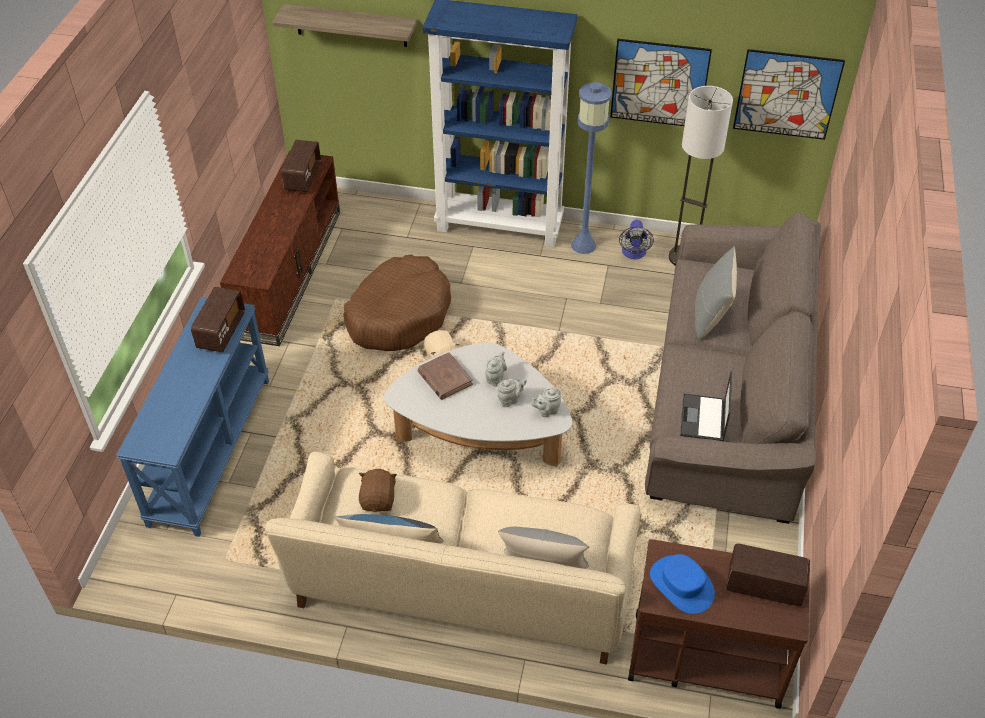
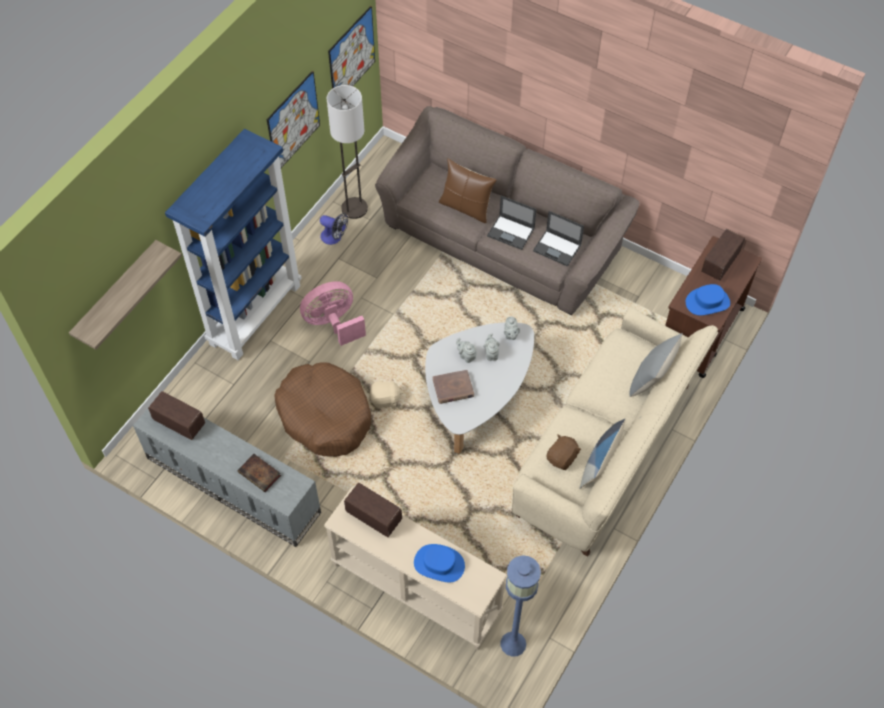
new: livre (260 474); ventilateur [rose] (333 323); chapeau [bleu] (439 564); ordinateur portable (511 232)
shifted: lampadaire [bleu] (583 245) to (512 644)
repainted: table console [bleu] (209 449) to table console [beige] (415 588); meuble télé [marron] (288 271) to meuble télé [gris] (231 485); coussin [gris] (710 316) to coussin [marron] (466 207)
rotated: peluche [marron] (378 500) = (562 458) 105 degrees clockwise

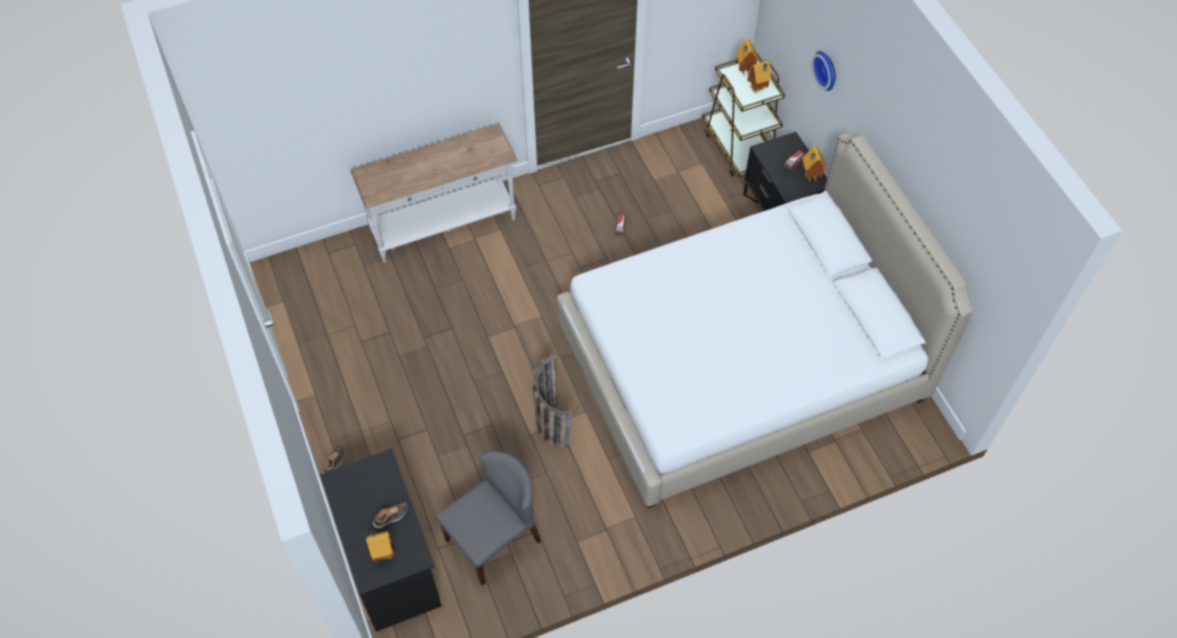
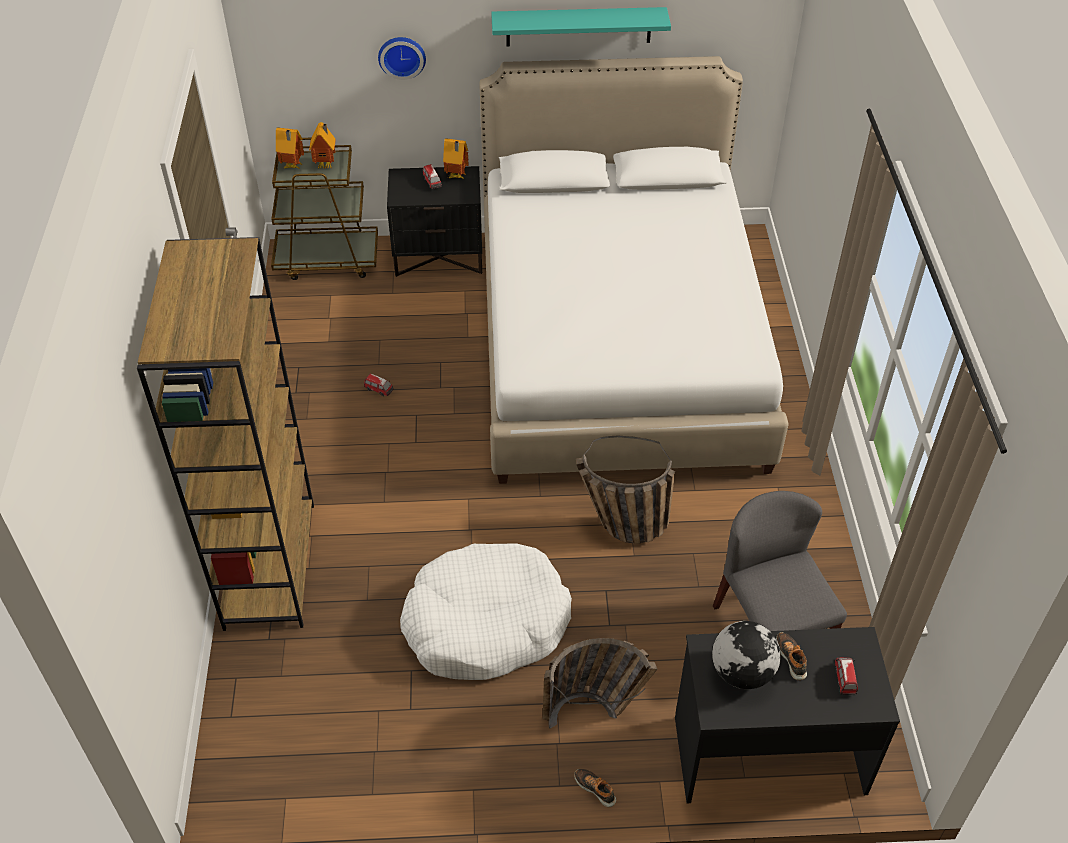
new: panier pour chien [blanc] (485 623); étagère [turquoise] (578 26); panier (595 711); globe (742 671)
swapped: table console [blanc] (444 226) to bibliothèque [marron] (269 564); maison miniature (383 553) to petite voiture (844 679)

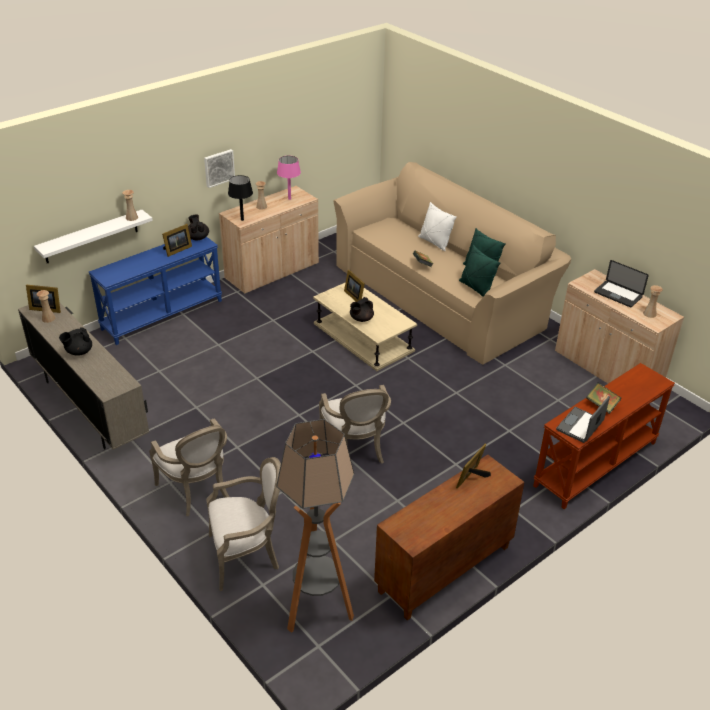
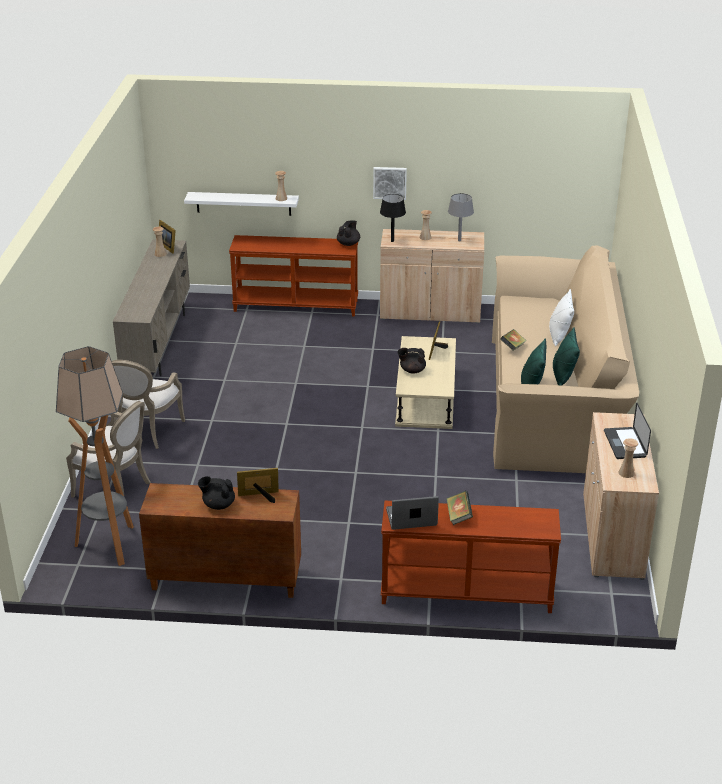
gone: cadre photo (176 250); fauteuil (356 450)
shifted: théière [noir] (78 352) to (218 505)
repainted: table console [bleu] (162 314) to table console [marron] (296 305); lampe de table [rose] (289 199) to lampe de table [gris] (459 240)

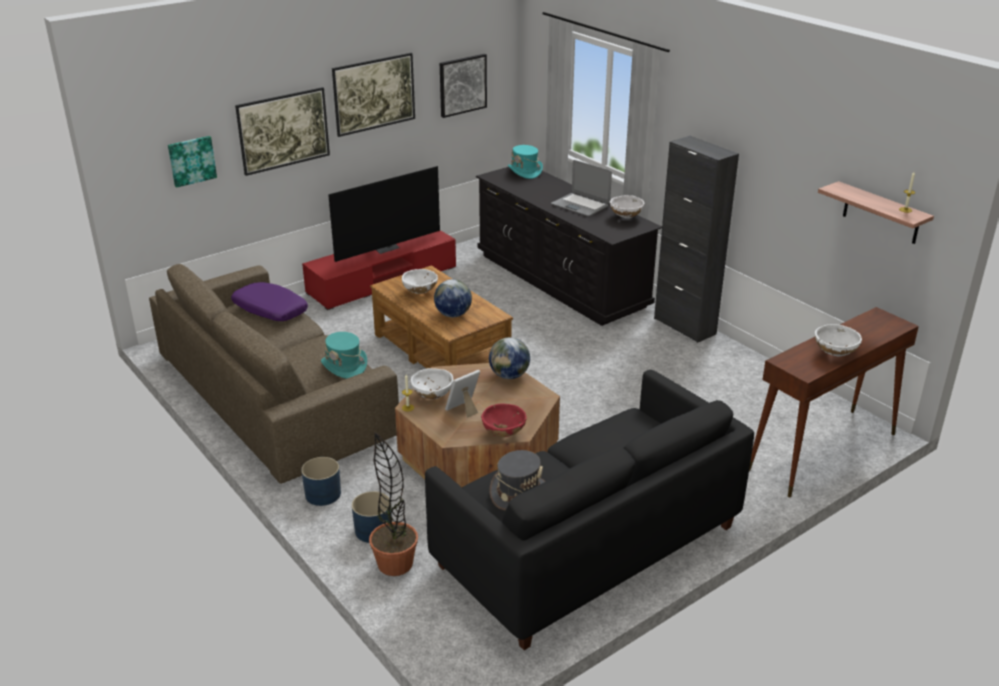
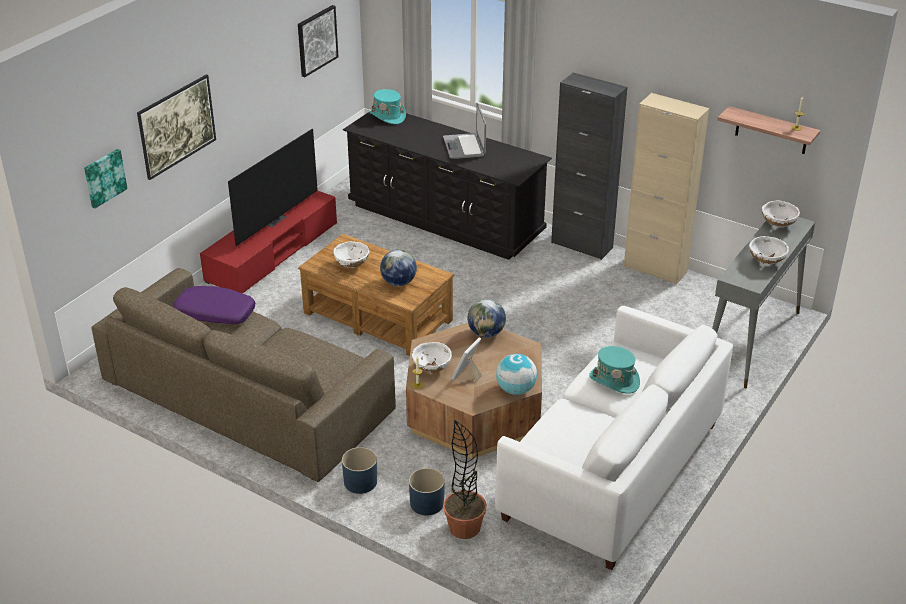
gone: tableau (375 110); chapeau [gris] (518 492)
new: meuble de rangement [beige] (655 269)
shifted: chapeau [turquoise] (344 366) to (614 380); bol [blanc] (626 217) to (778 225)
swapped: bol [rouge] (503 433) to globe (516 390)
repainted: canapé [noir] (588 546) to canapé [blanc] (612 470); table console [marron] (822 452) to table console [gris] (751 342)
rotated: ordinateur portable (580 205) = (464 147) 60 degrees clockwise

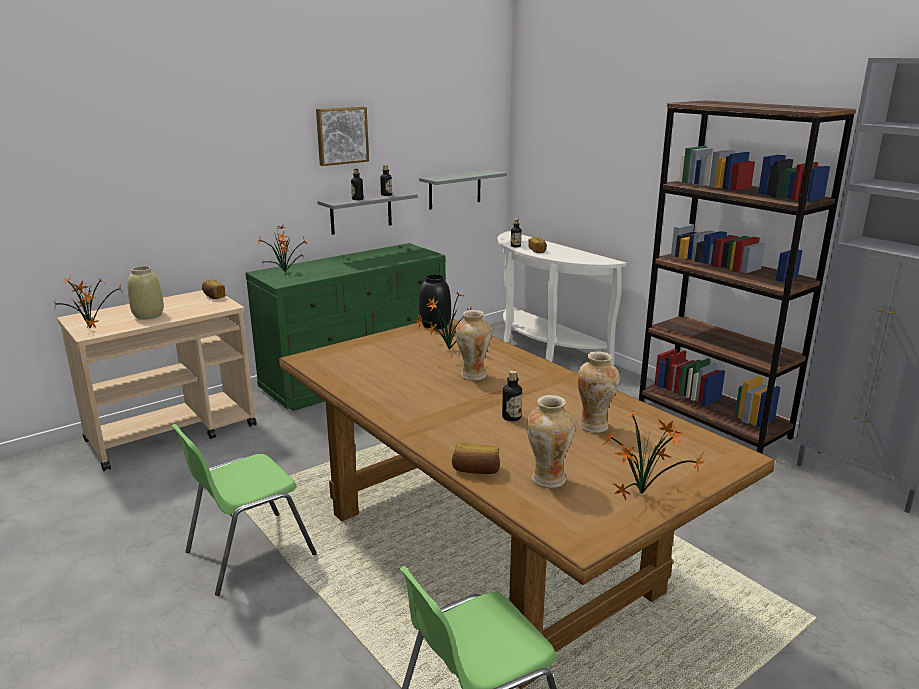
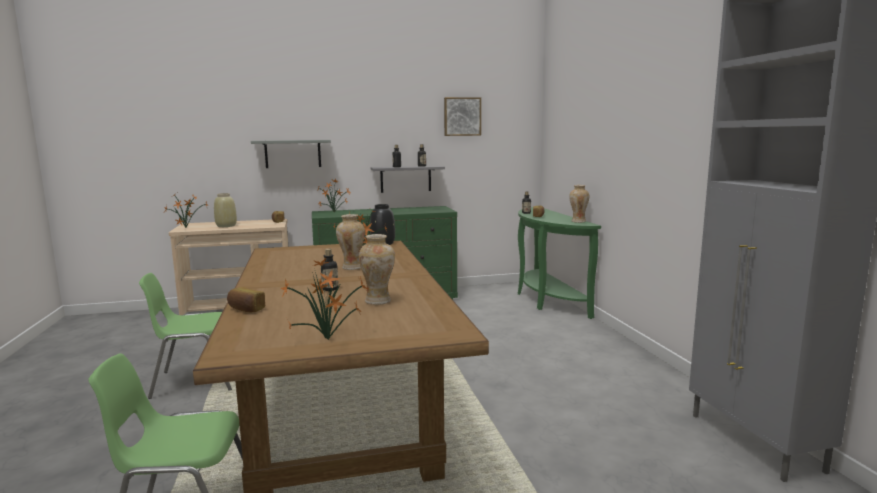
gone: bibliothèque [marron] (712 420)
shifted: tableau (341 135) to (462 116); étagère [gris] (455 189) to (293 153); vase (547 479) to (578 221)
repainted: table console [blanc] (542 347) to table console [vert] (546 299)

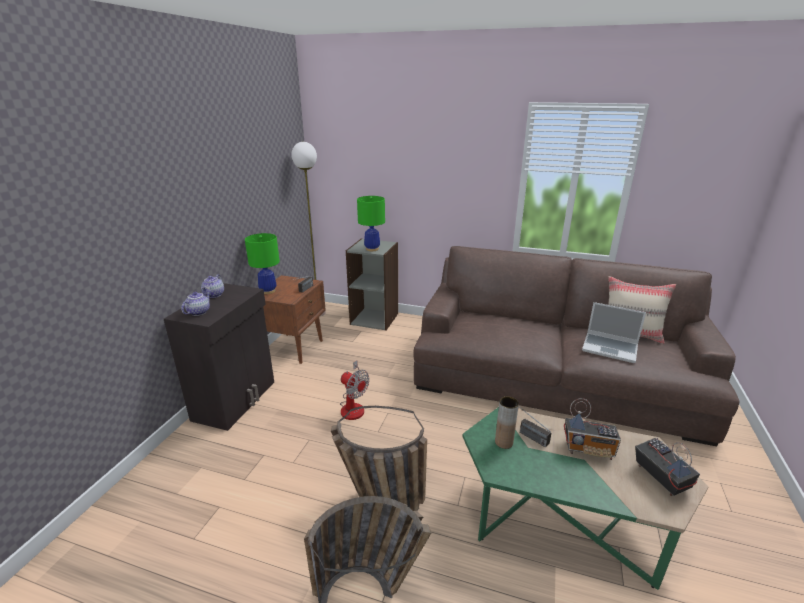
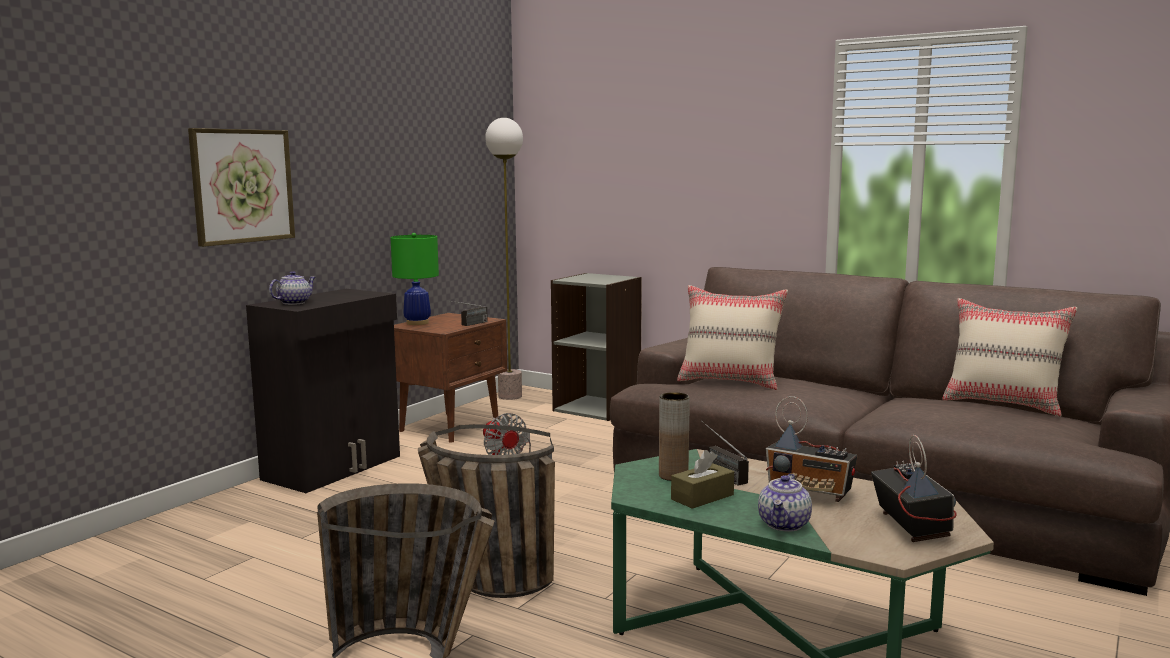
gone: lampe de table [vert] (372 249); ordinateur portable (610 348)
new: tableau (242 186); boîte à mouchoirs [marron] (702 497); coussin [beige] (730 382)
shifted: théière (214 295) to (784 525)

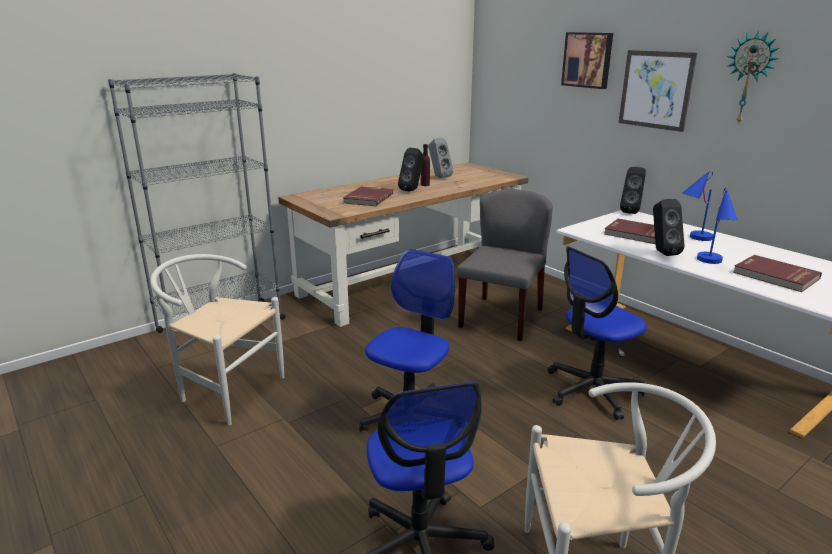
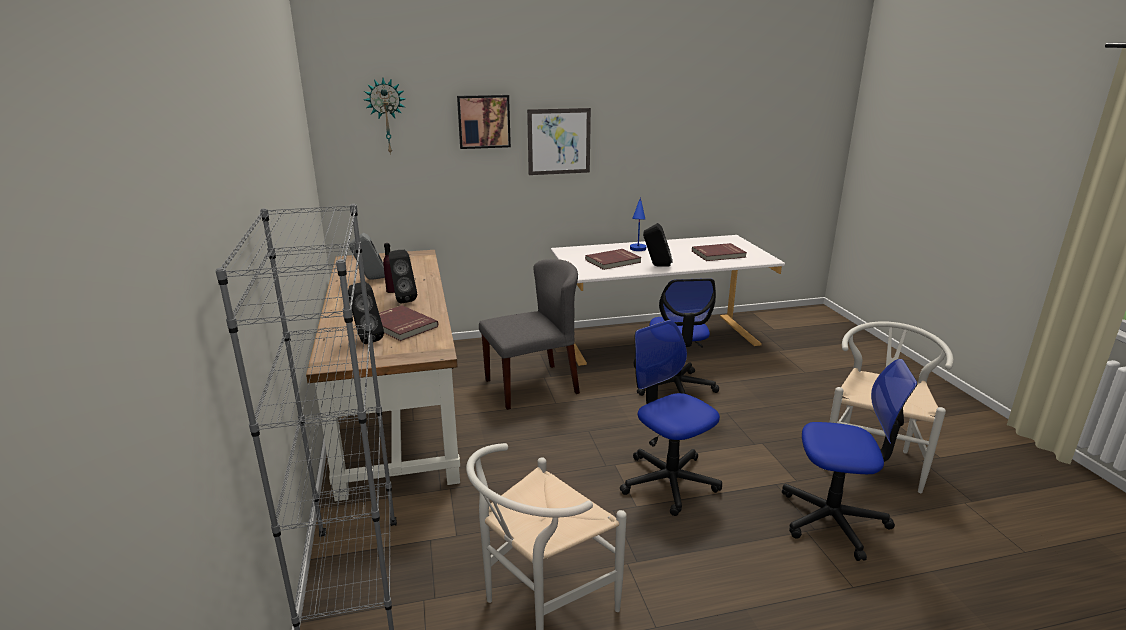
gone: lampe de table [bleu] (712 263)
shifted: enceinte [noir] (630 211) to (365 339); horloge murale (749 78) to (386 116)
rotated: chaise [gris] (501 317) = (532 386) 105 degrees clockwise

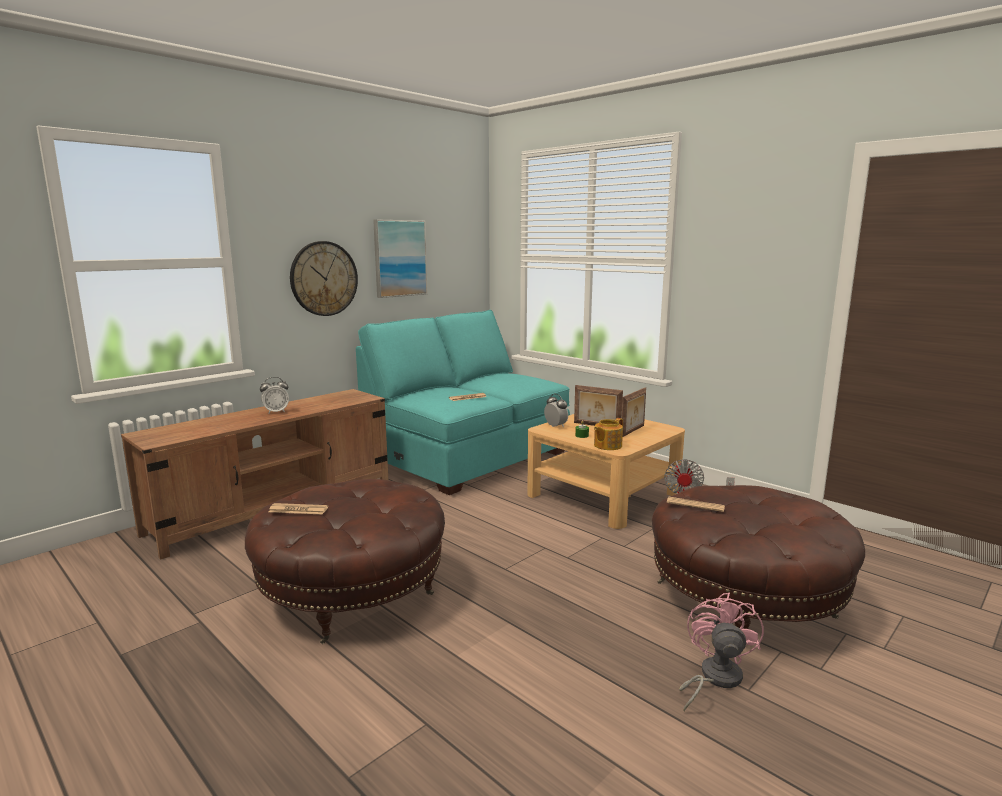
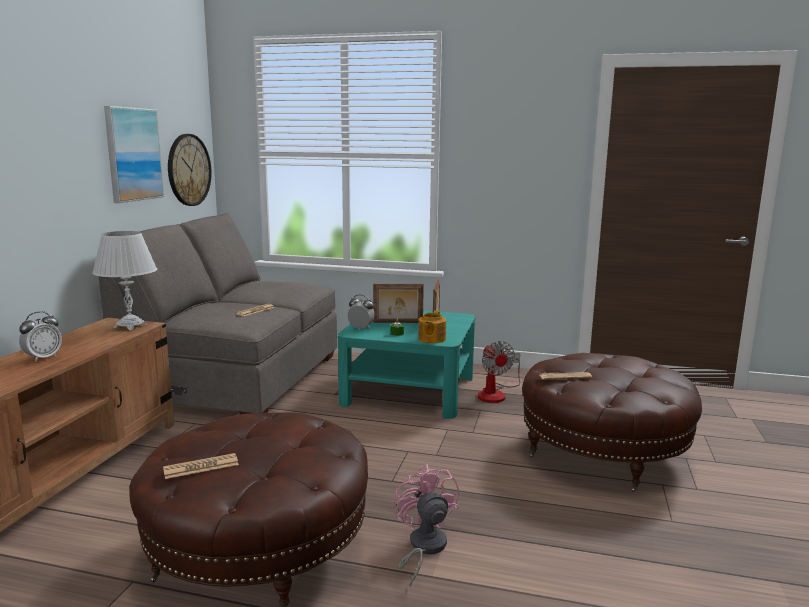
new: lampe de table [blanc] (130 326)
shifted: horloge murale (324 278) to (188 170); ventilateur [rose] (714 678) to (423 548)
repainted: canapé [turquoise] (468 456) to canapé [gris] (238 378); table basse [beige] (603 494) to table basse [turquoise] (408 390)

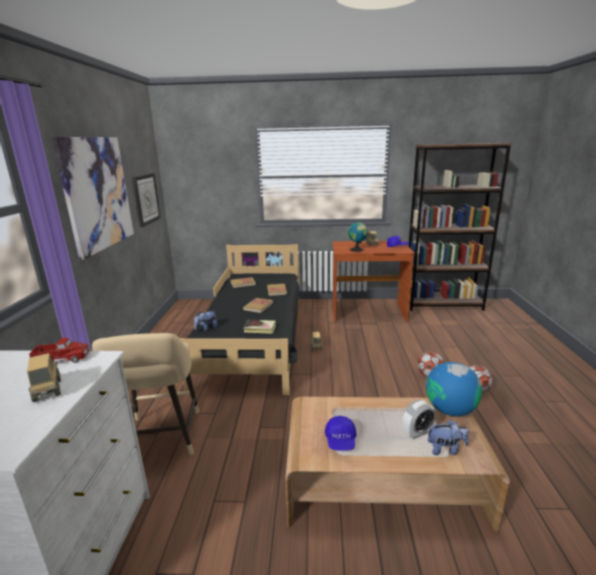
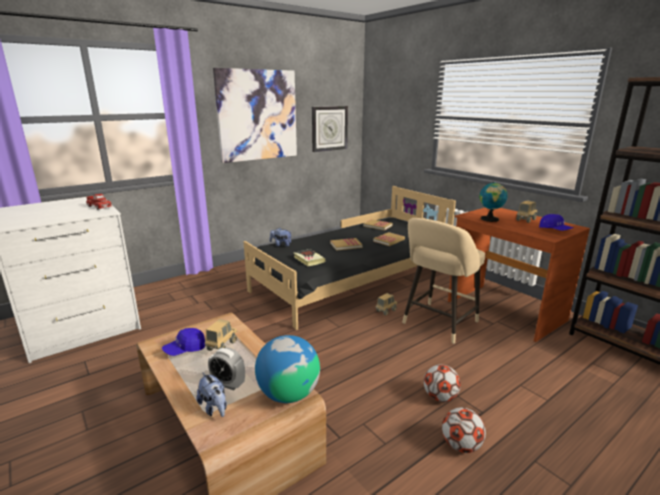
shifted: camion jouet (47 391) to (222 346); tabouret [beige] (162 440) to (438 324)

